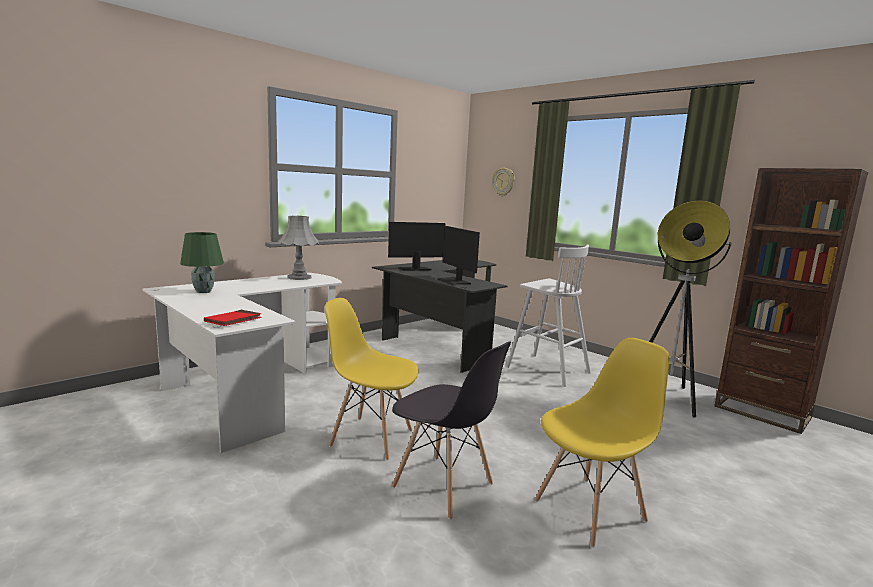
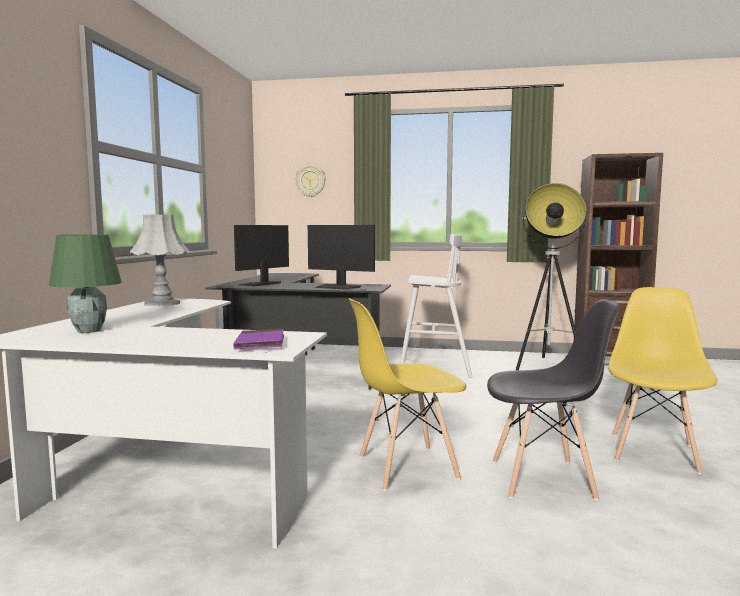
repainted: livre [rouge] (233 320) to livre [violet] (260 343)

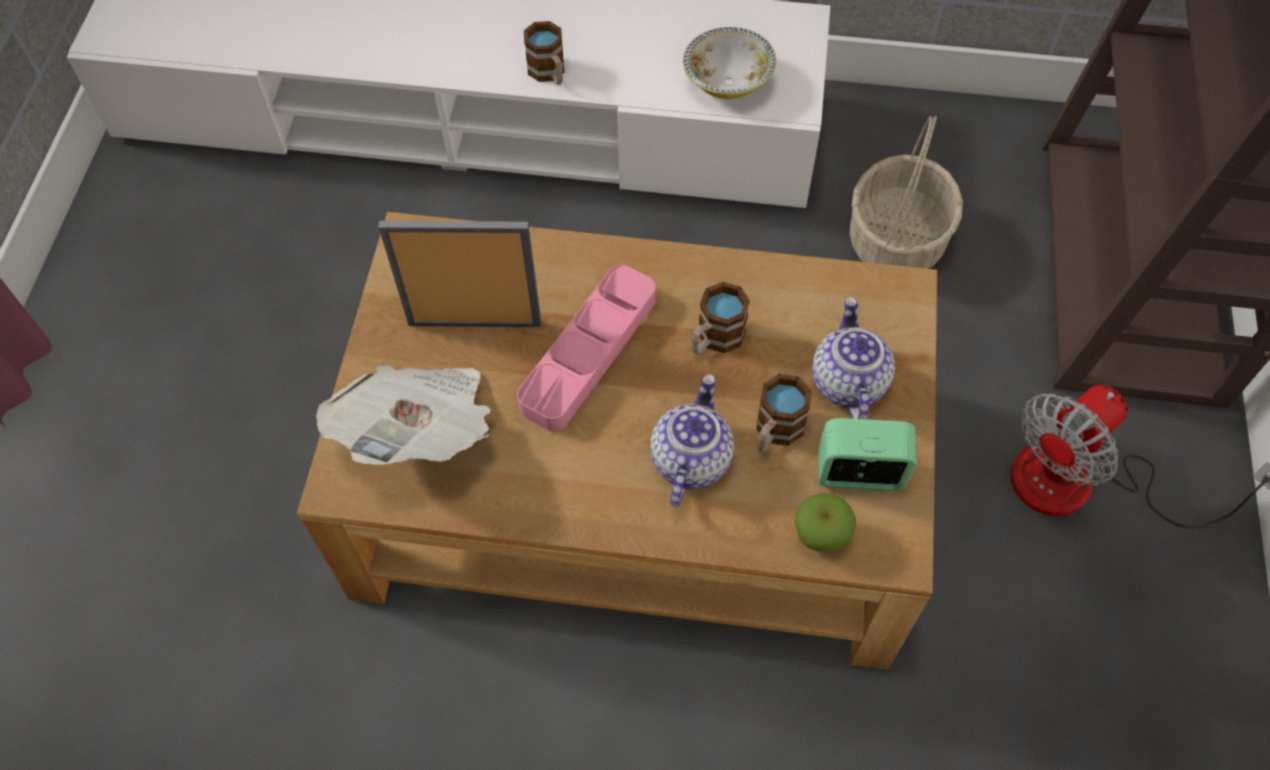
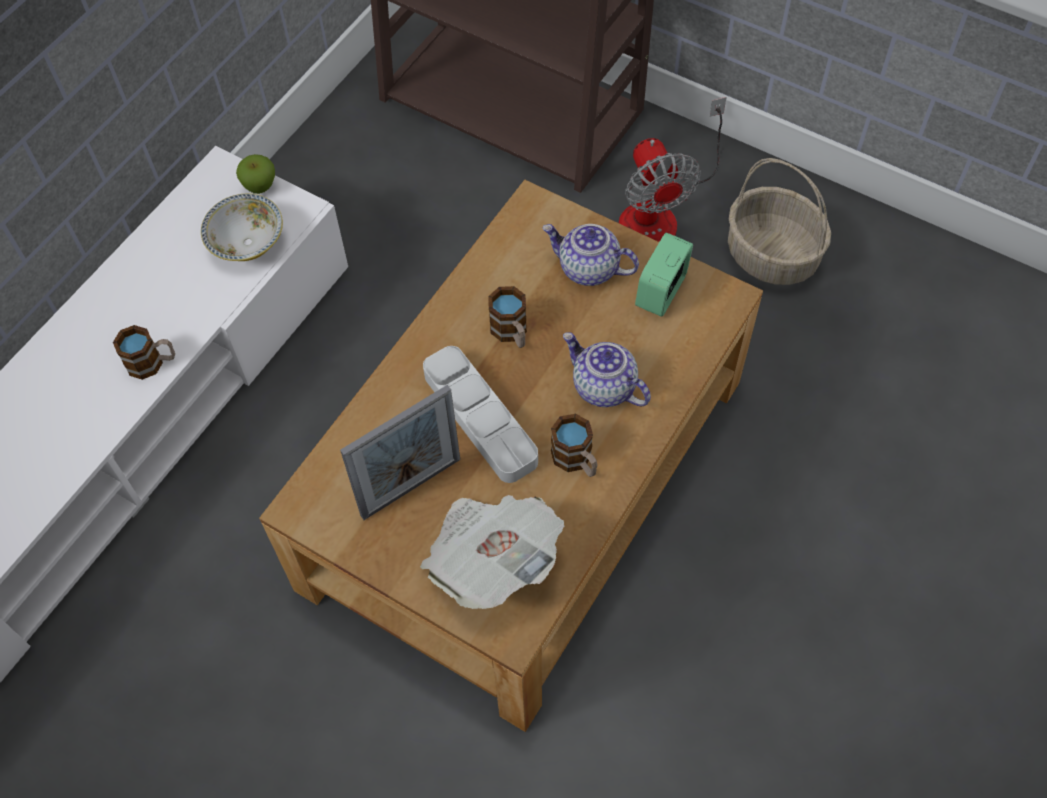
shifted: mug (775 432) to (576 460); pomme (820 535) to (260 186); panier (895 238) to (770 255)
repainted: plateau [rose] (589 352) to plateau [gris] (480 418)
rotated: cadre photo (475 323) = (411 487) 150 degrees counterclockwise

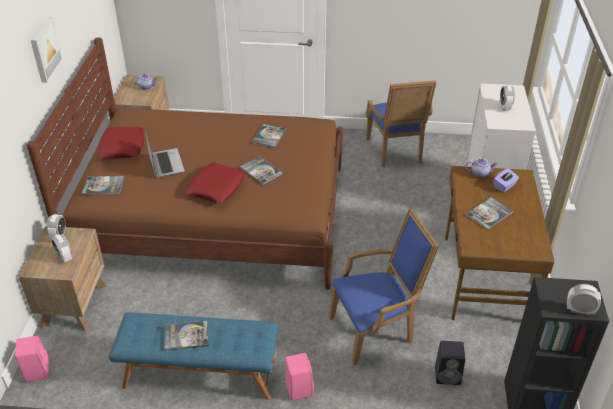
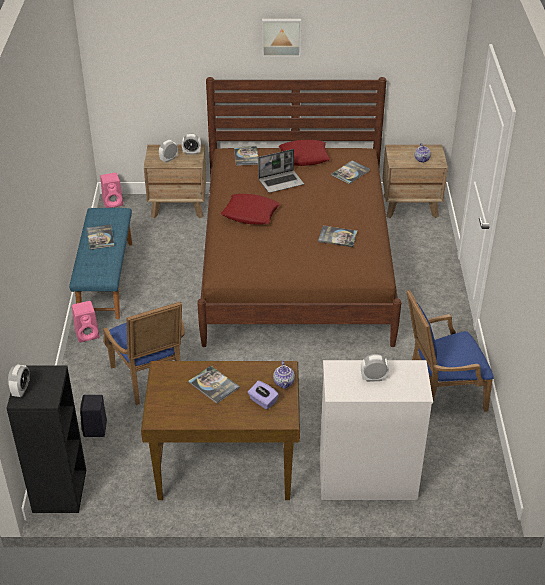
shifted: livre (261 171) to (350 173)

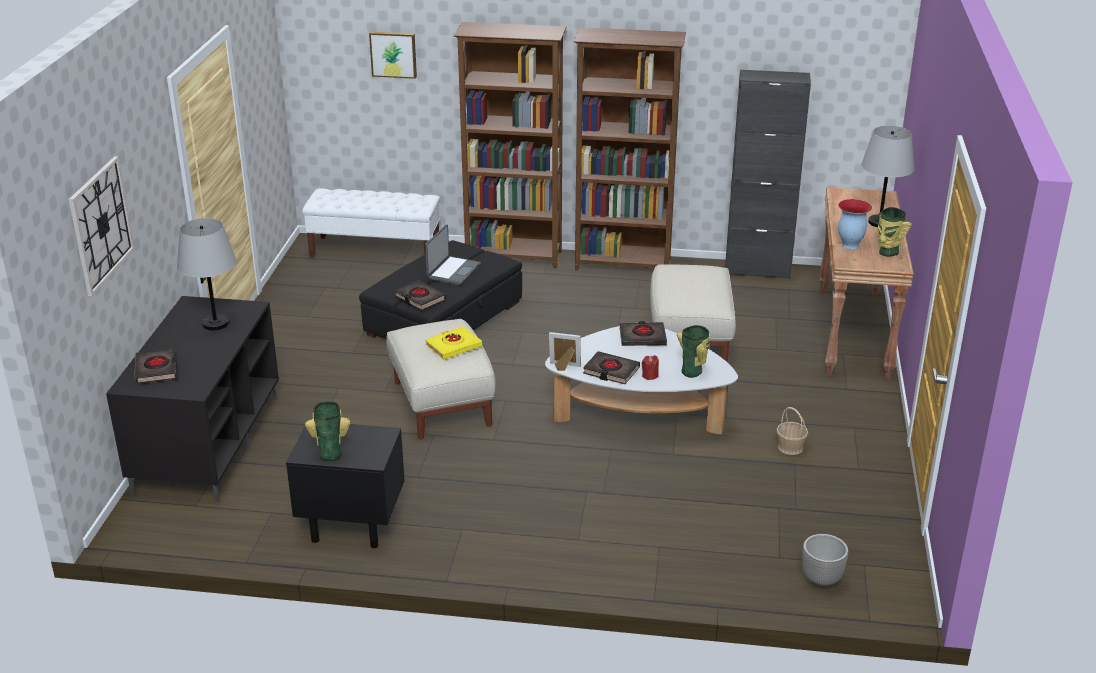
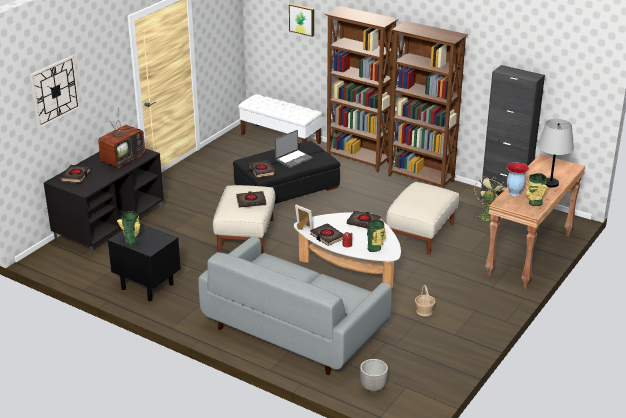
new: canapé [gris] (294 330); ventilateur [vert] (487 215)
swapped: lampe de table [gris] (215 323) to téléviseur (123 158)
repainted: livre [jaune] (453 346) to livre [noir] (251 201)

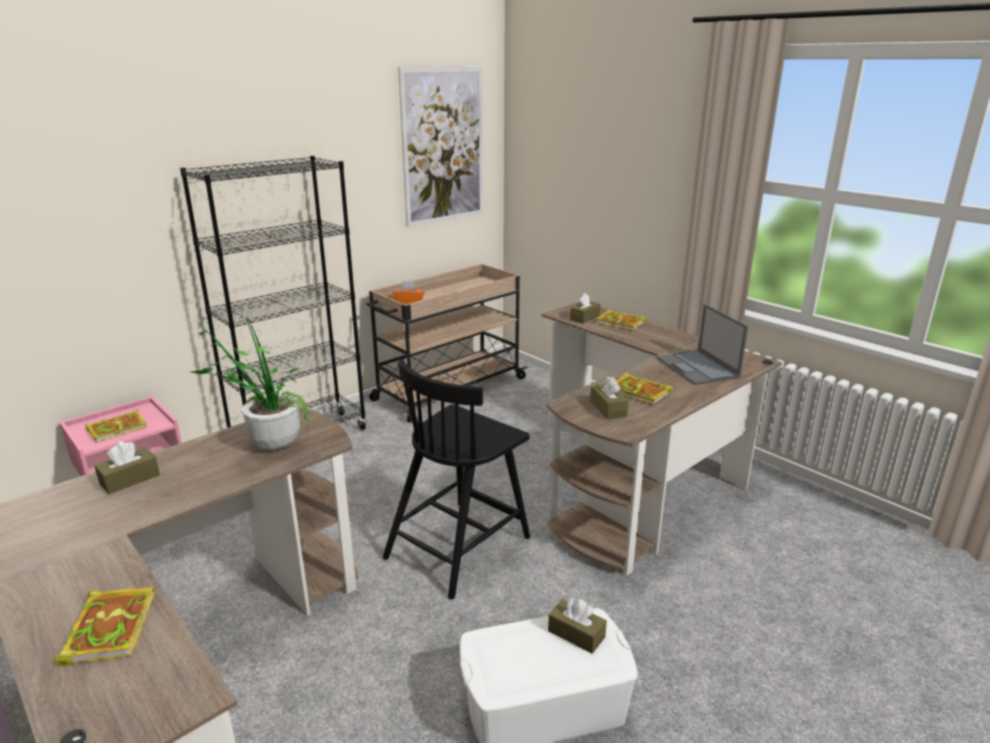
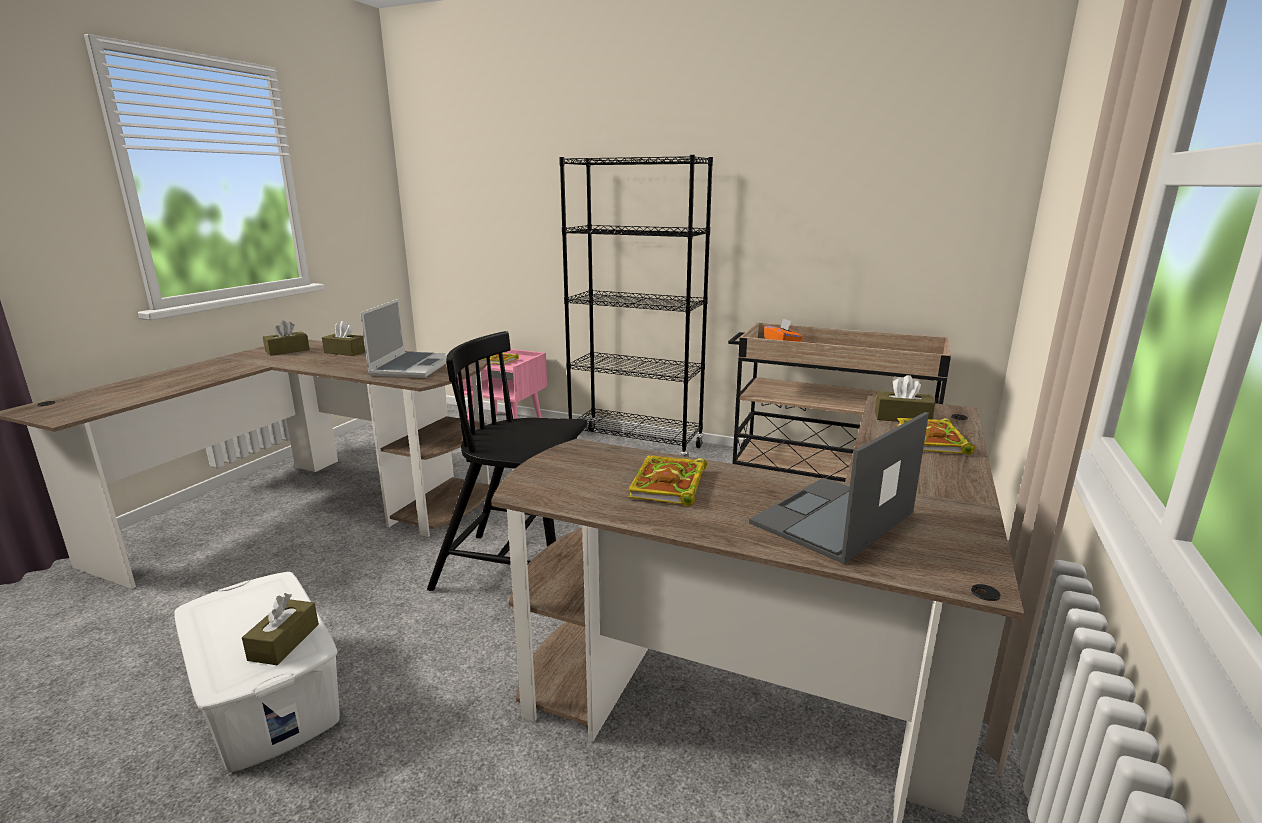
gone: livre (110 626); tableau (443 146)
shifted: boîte à mouchoirs [marron] (608 408) to (287 351)
swapped: plante en pot (266 443) to ordinateur portable (412 366)

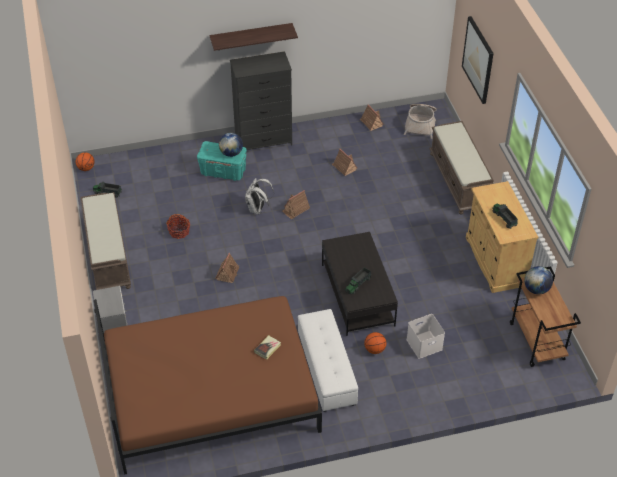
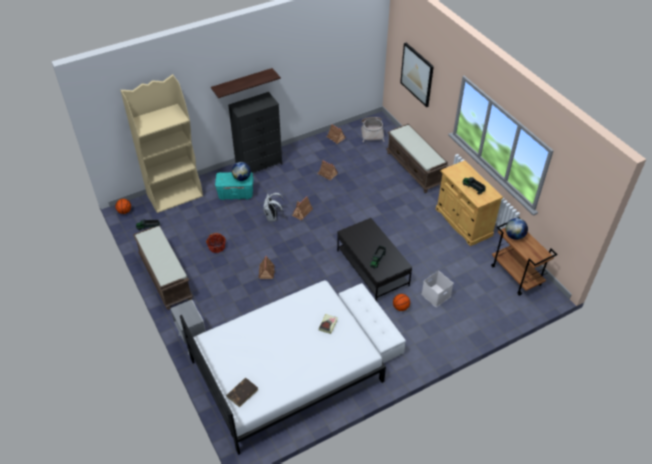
new: bibliothèque [beige] (175 195); livre [marron] (242 392)
repainted: lit [marron] (210 392) to lit [blanc] (285 370)

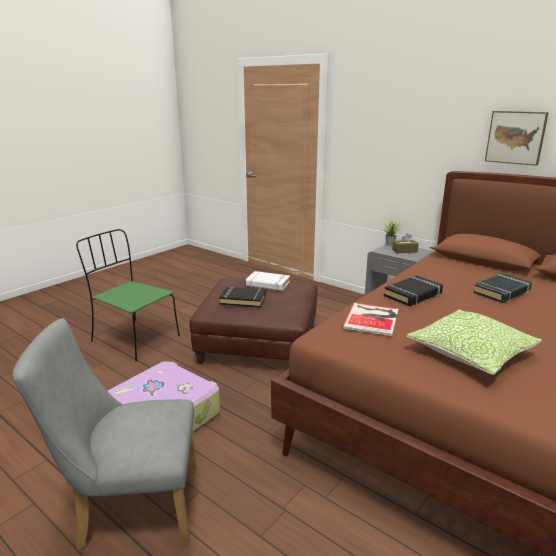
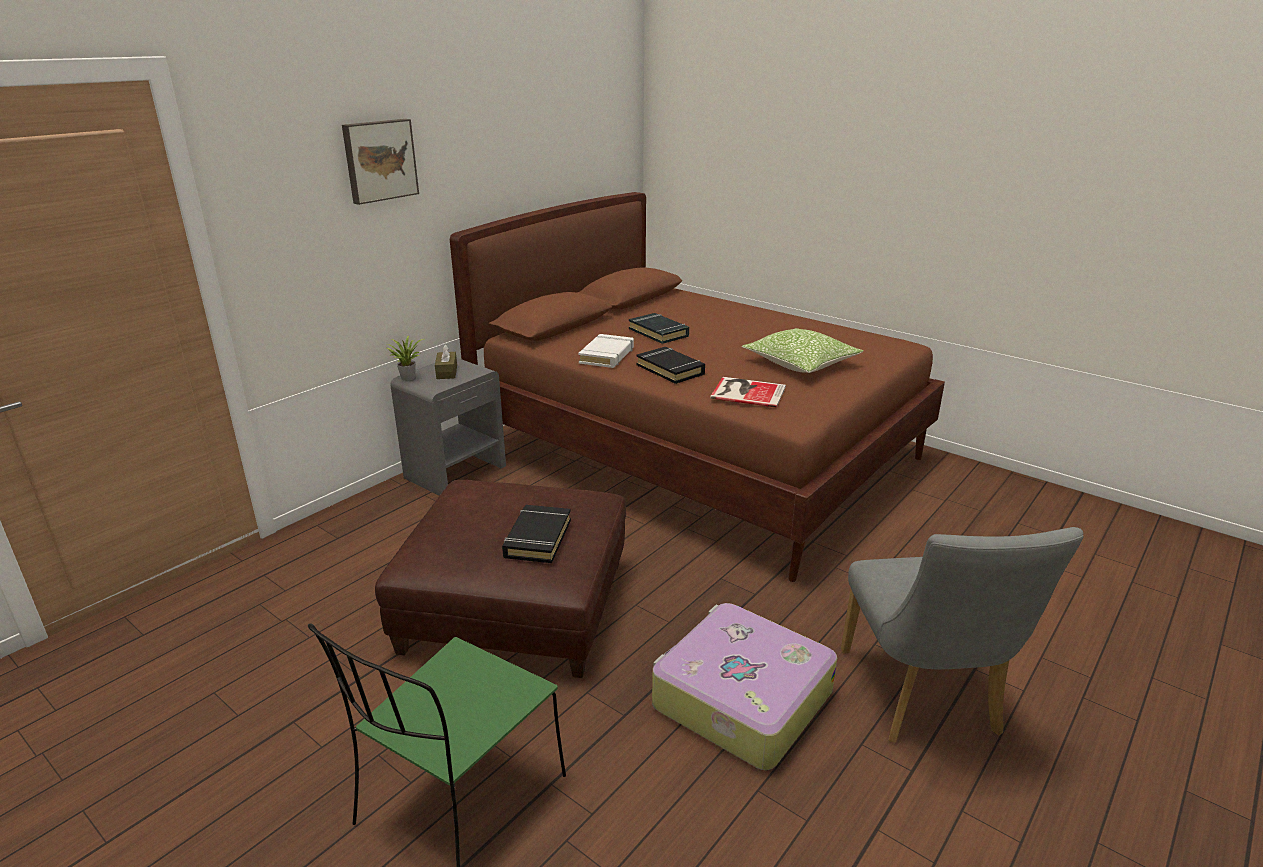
shifted: livre [blanc] (267 284) to (607 355); tableau (516 137) to (379 160)

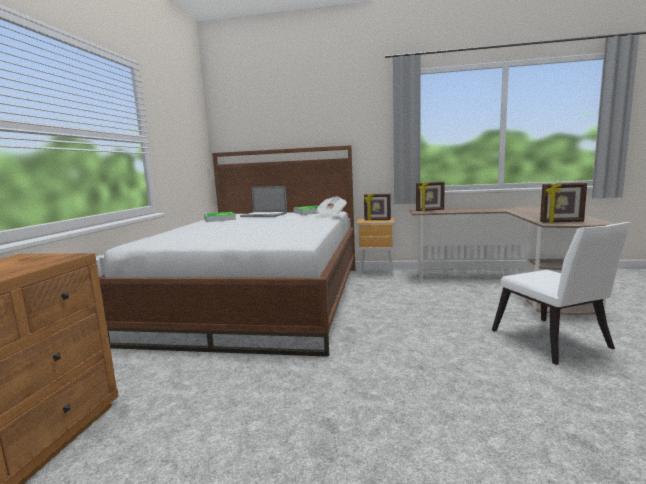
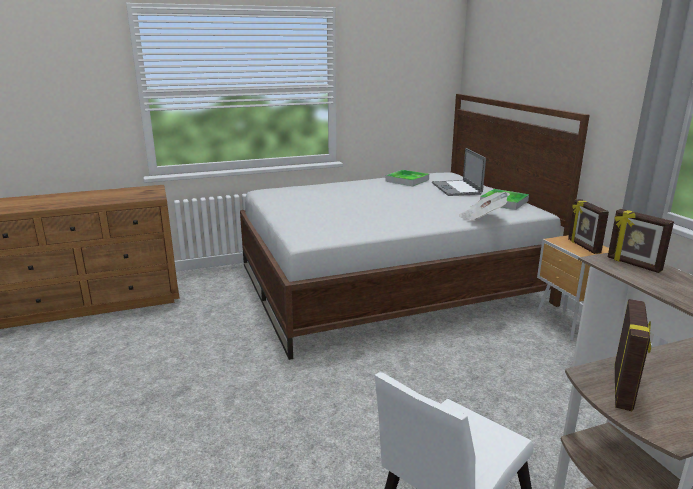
rotated: cadre photo (561 222) = (624 388) 135 degrees counterclockwise

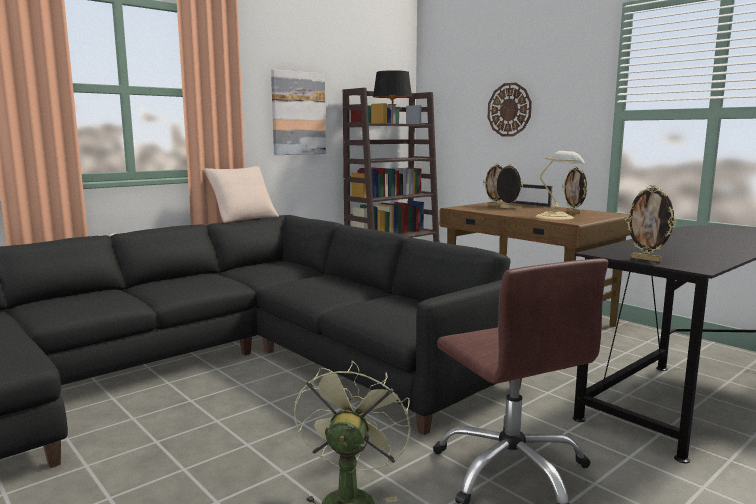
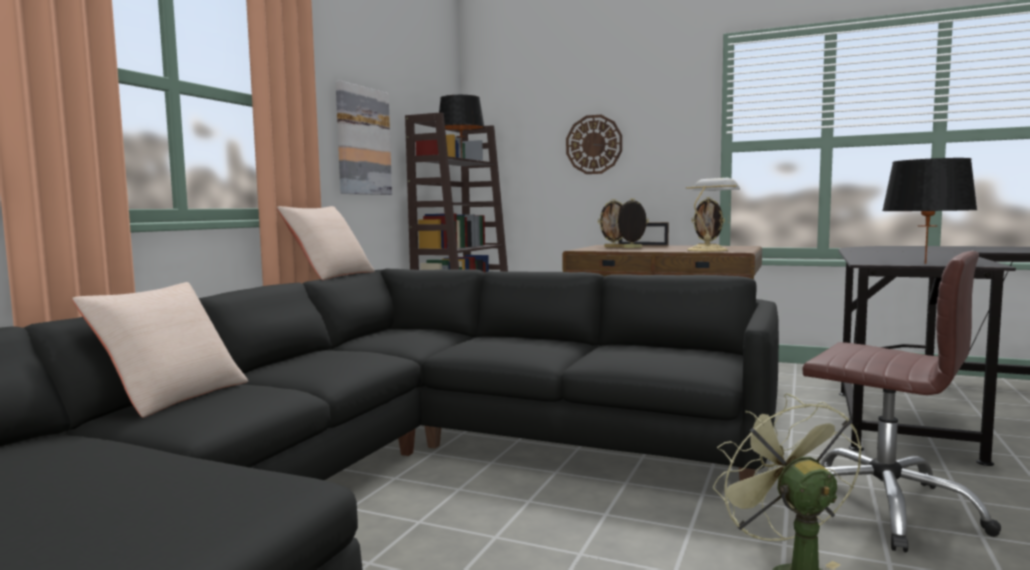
new: coussin [beige] (171 395)
swapped: cadre photo (646 259) to lampe de table [noir] (925 263)

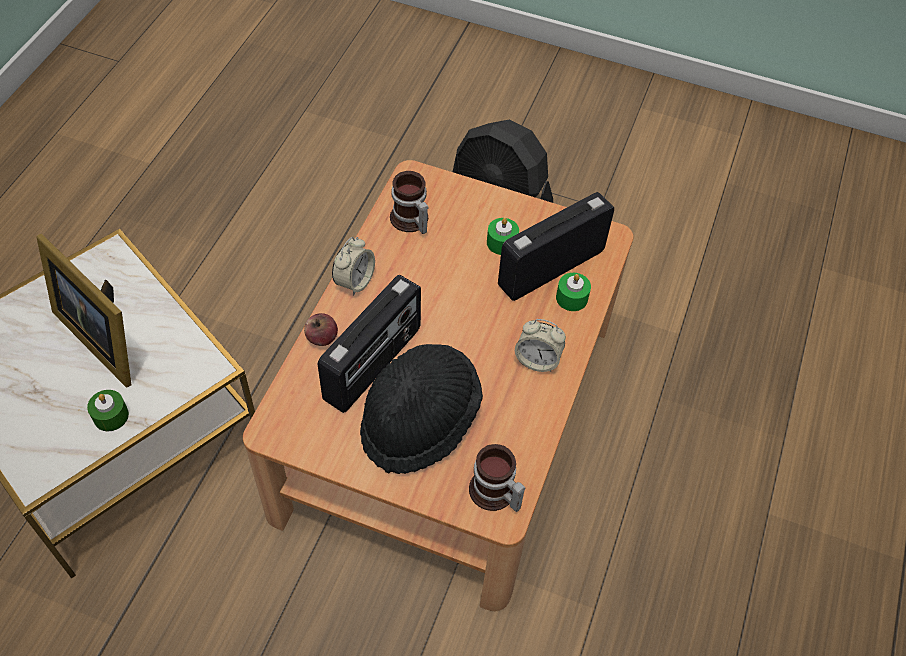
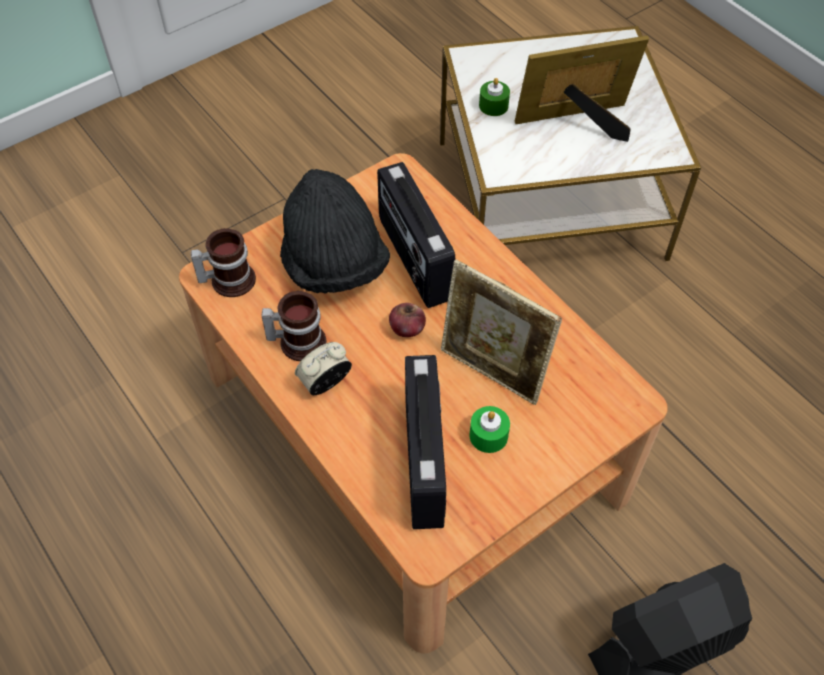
gone: réveil (354 281); bougie [vert] (571 298)
new: cadre photo (492 373)
shifted: pomme (321 338) to (407 329); mug (409 221) to (298 340)

